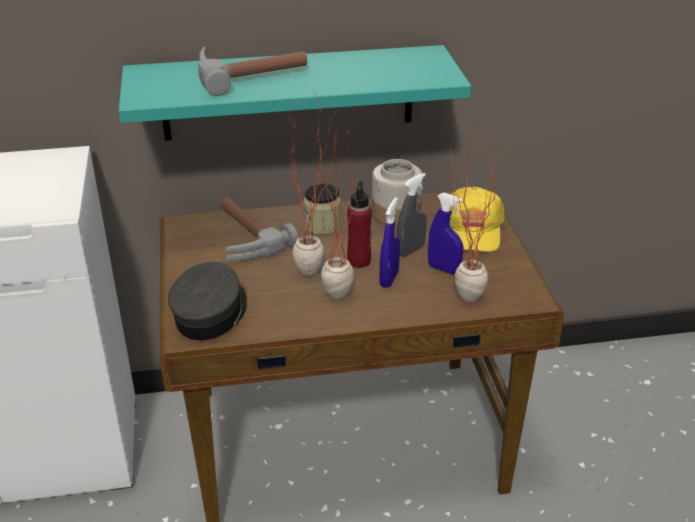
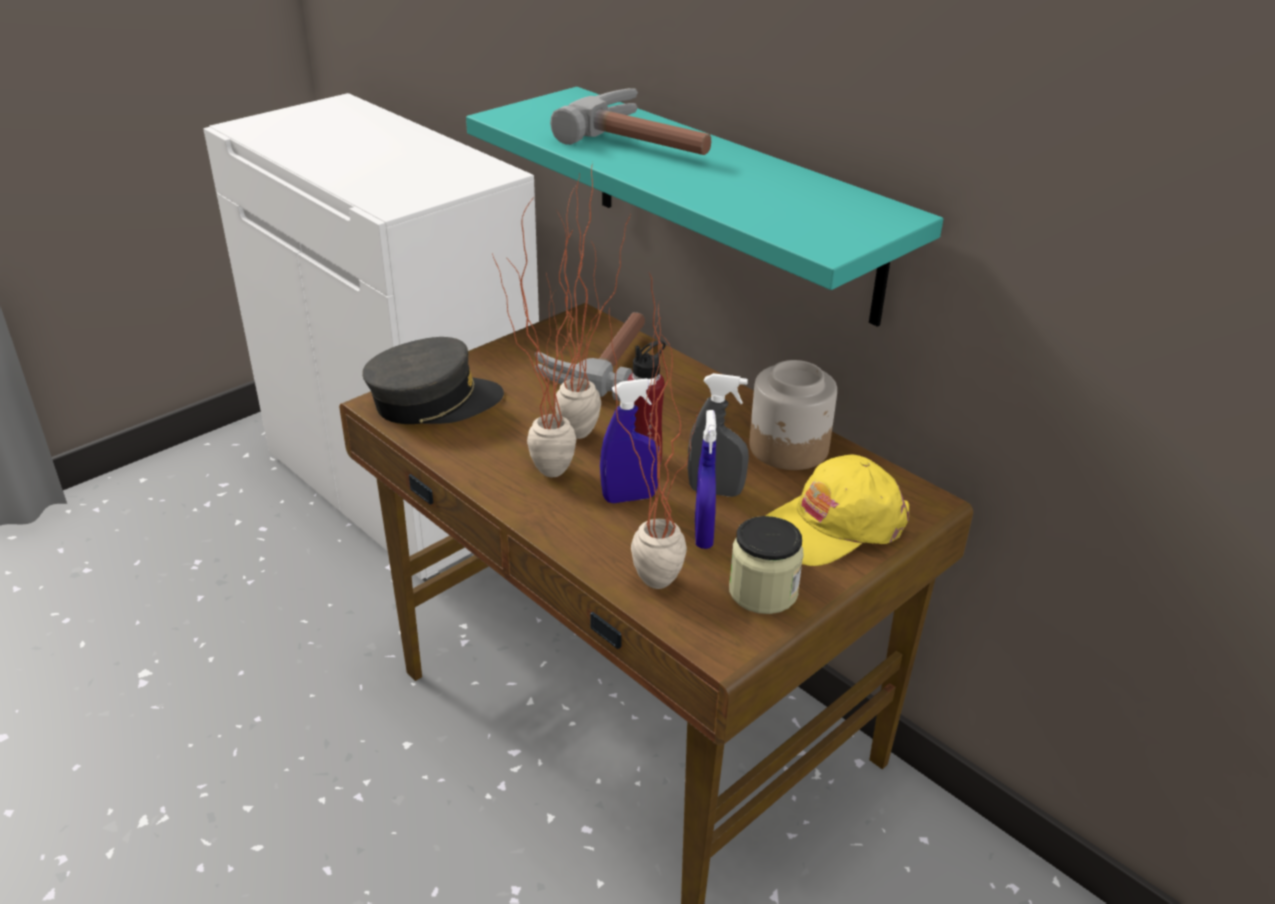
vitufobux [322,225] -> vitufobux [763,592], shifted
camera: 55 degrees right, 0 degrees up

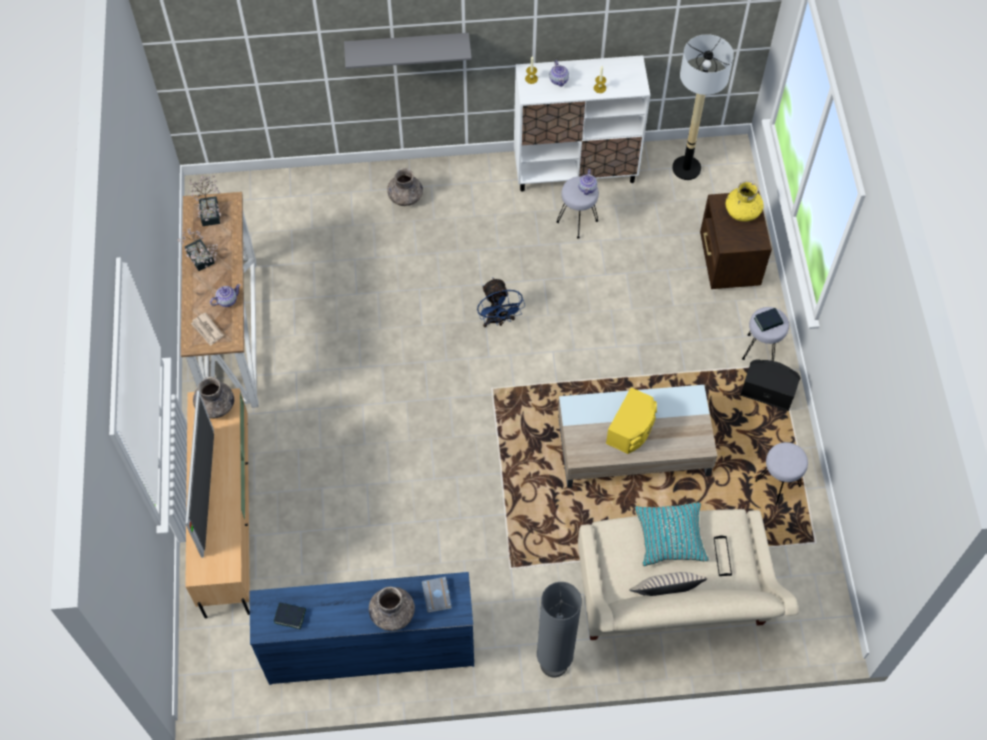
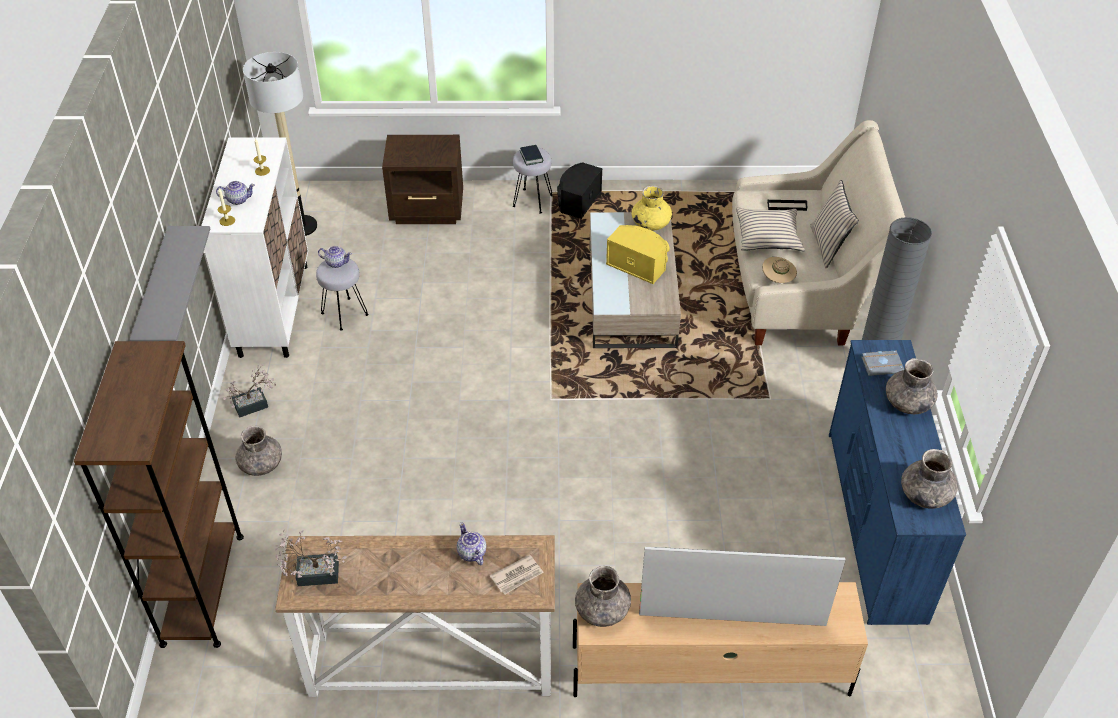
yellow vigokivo [742,211] -> yellow vigokivo [650,223], shifted
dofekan [201,260] -> dofekan [255,404], shifted
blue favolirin [498,320] -> none
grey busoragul [777,484] -> none
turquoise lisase [670,537] -> beige lisase [768,236]
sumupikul [290,616] -> grey vigokivo [925,494]
none -> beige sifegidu [777,280]
none -> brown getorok [203,589]
camera: 85 degrees left, 15 degrees down

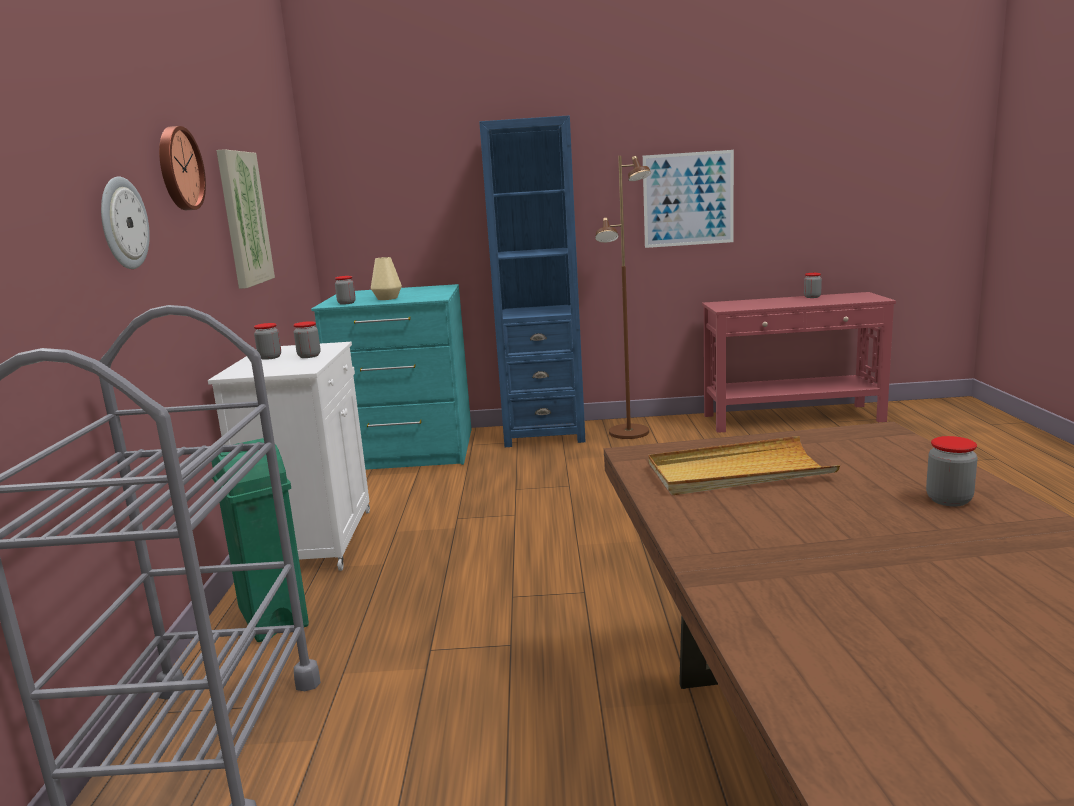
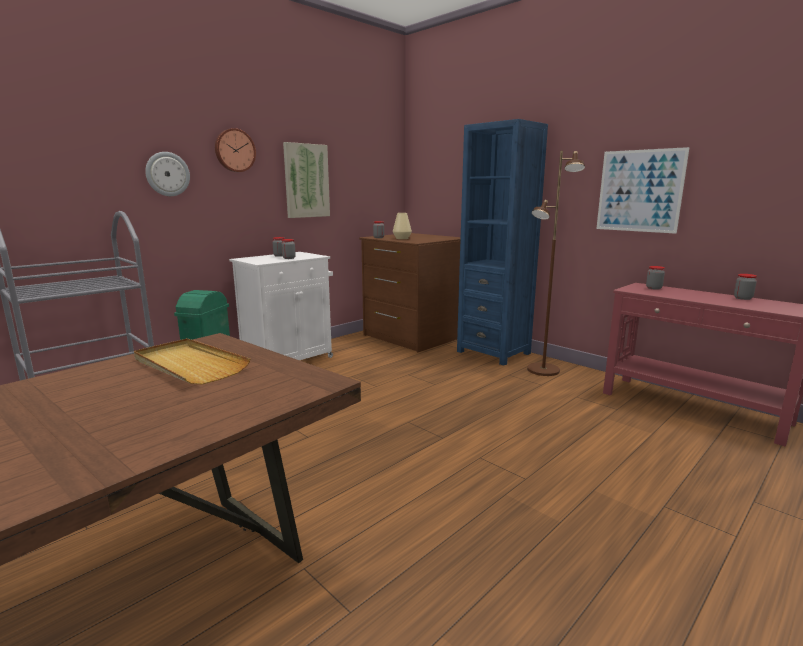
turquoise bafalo [407,450] -> brown bafalo [412,336]
vitufobux [949,500] -> vitufobux [653,288], shifted
camera: 45 degrees right, 0 degrees up

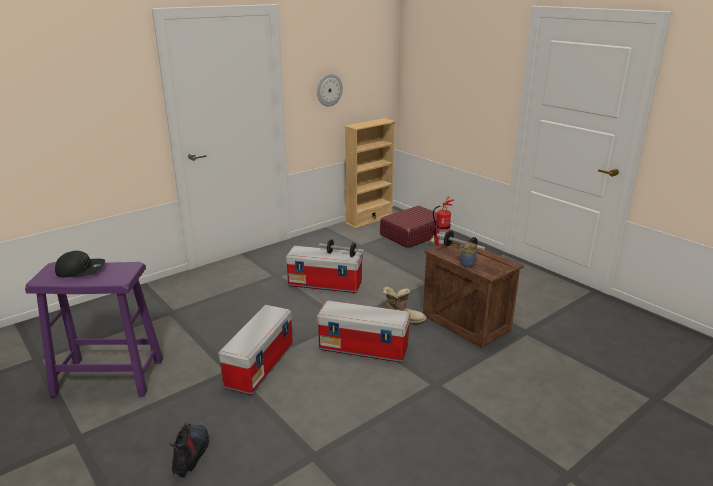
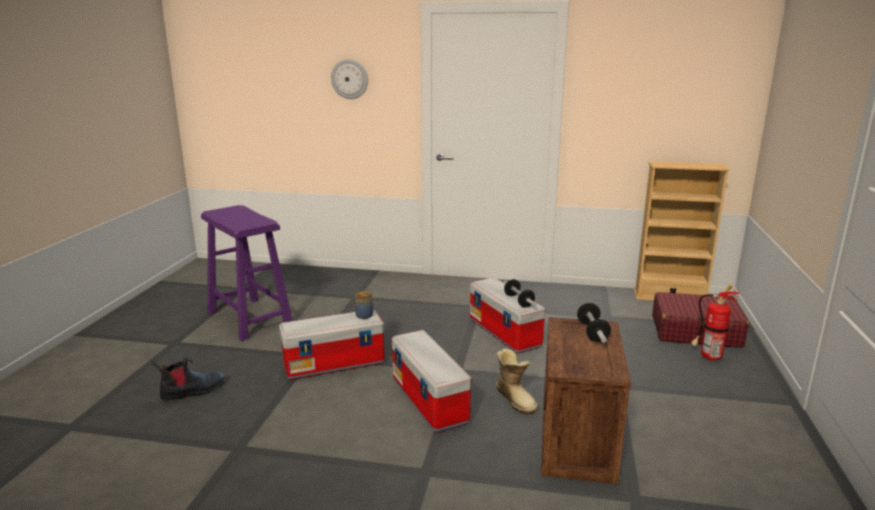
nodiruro [329,90] -> nodiruro [350,79], shifted
vitufobux [466,264] -> vitufobux [364,315], shifted
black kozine [81,270] -> none
camera: 50 degrees right, 5 degrees down

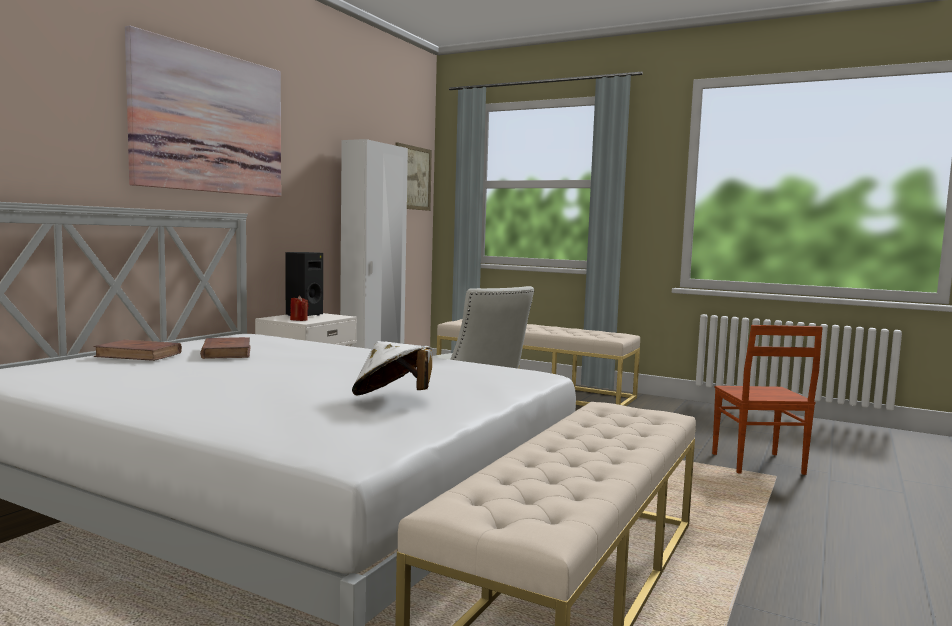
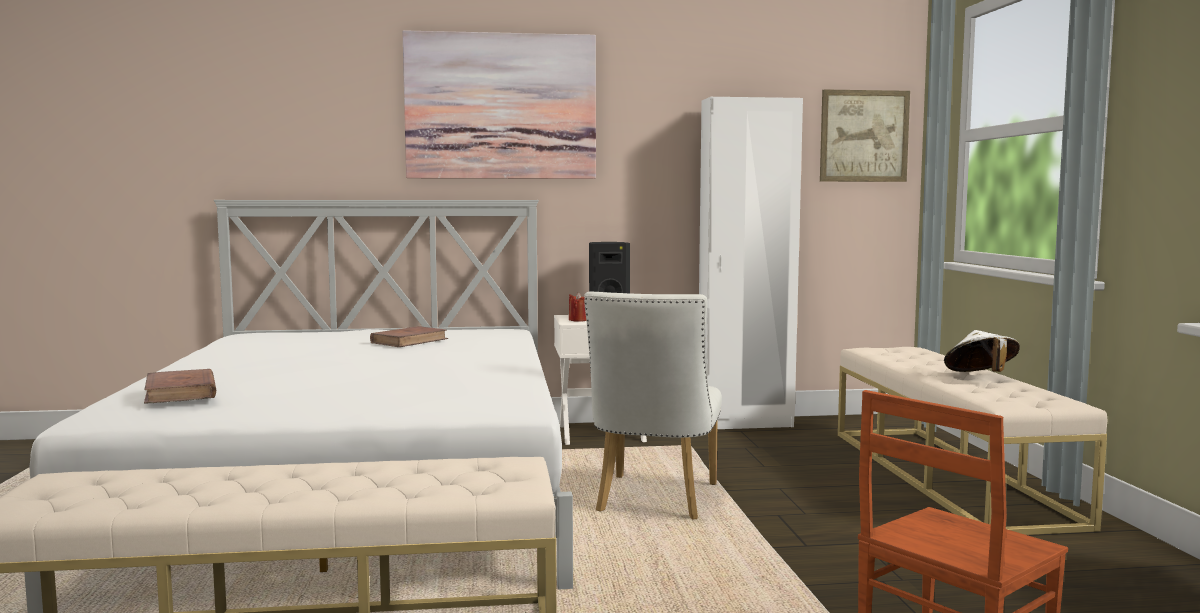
brown sumupikul [139,355] -> brown sumupikul [181,392], shifted
white sifegidu [392,398] -> white sifegidu [980,376], shifted
camera: 55 degrees right, 0 degrees up

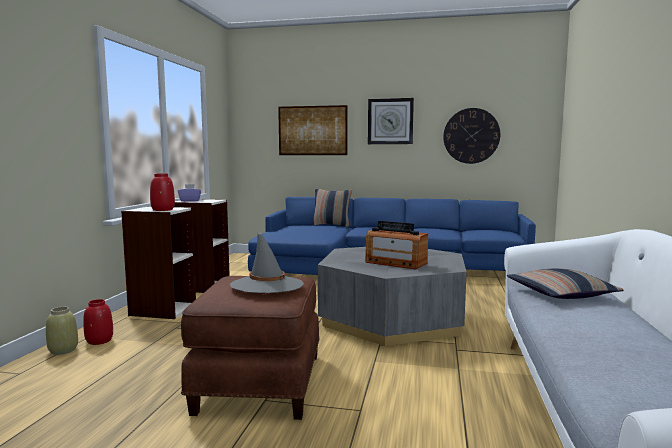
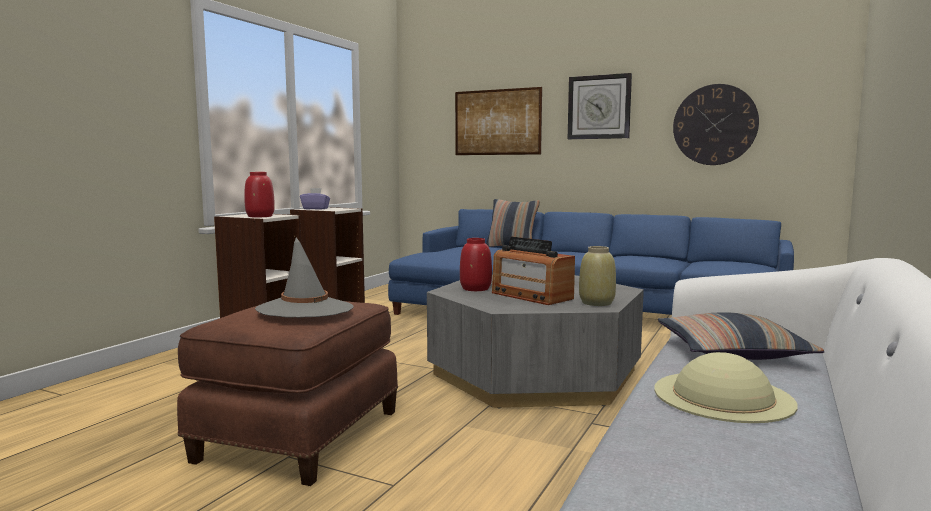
red vigokivo [99,341] -> red vigokivo [475,289], shifted
beige vigokivo [63,350] -> beige vigokivo [597,303], shifted
none -> beige sifegidu [722,396]
camera: 15 degrees right, 0 degrees up

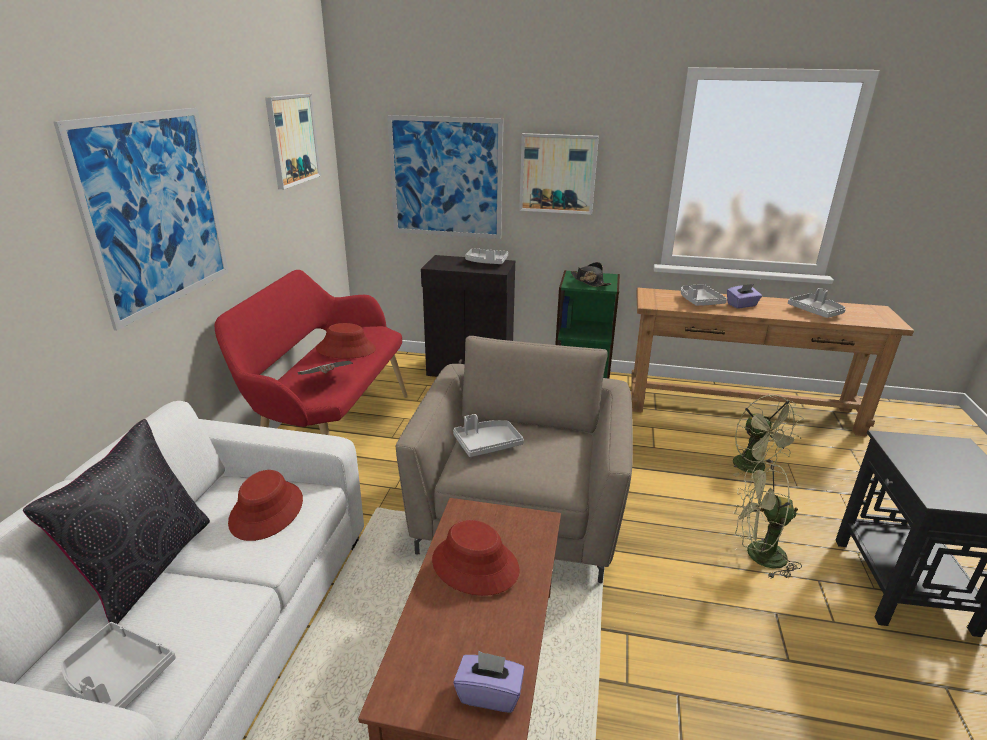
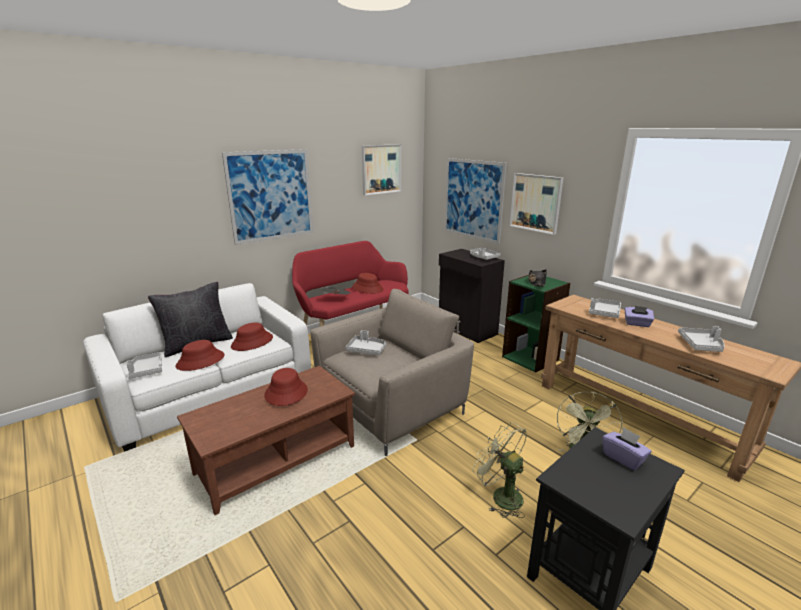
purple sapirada [489,693] -> purple sapirada [623,458], shifted
none -> red sifegidu [200,361]
camera: 40 degrees right, 5 degrees down

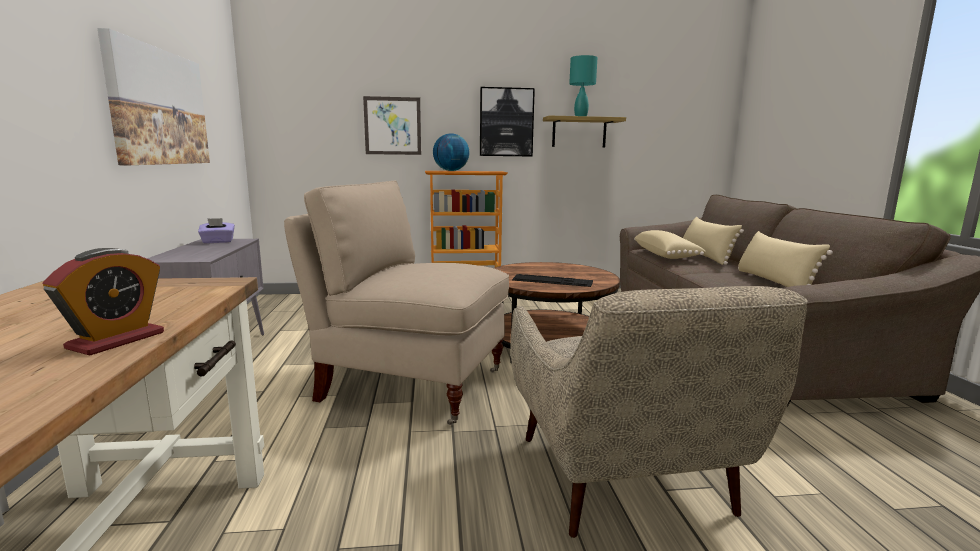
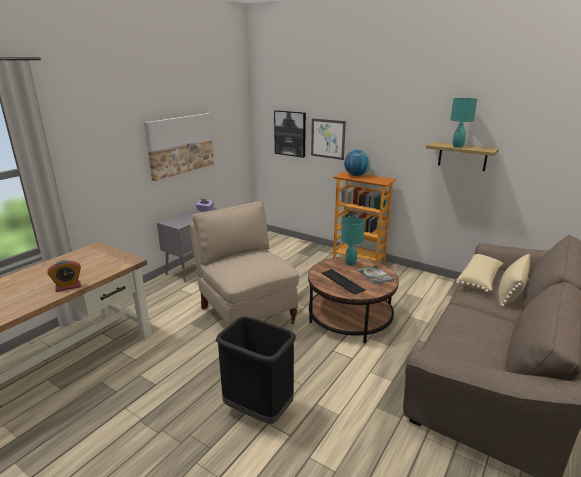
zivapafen [506,122] -> zivapafen [290,133], shifted
beige lisase [774,282] -> none
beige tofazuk [625,482] -> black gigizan [258,410]
none -> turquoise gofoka [350,263]
none -> sumupikul [375,275]
camera: 40 degrees right, 10 degrees up

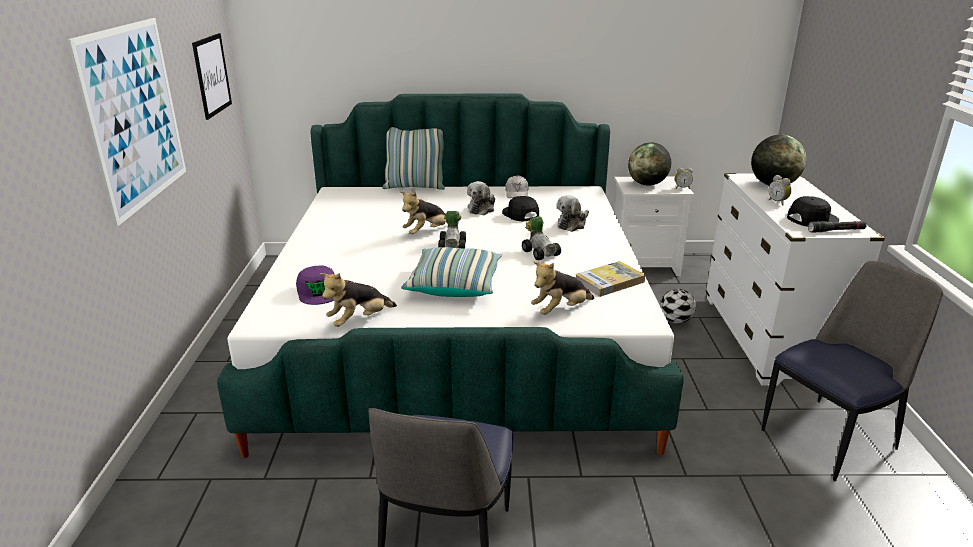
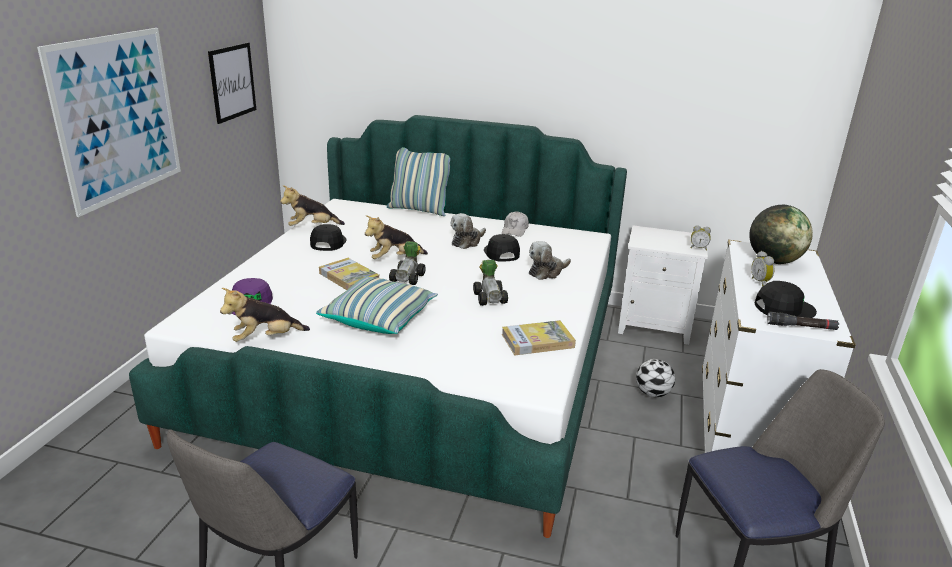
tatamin [647,184] -> none
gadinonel [561,310] -> gadinonel [312,227], shifted
none -> black kozine [328,243]
none -> sumupikul [349,277]
camera: 15 degrees right, 0 degrees up

